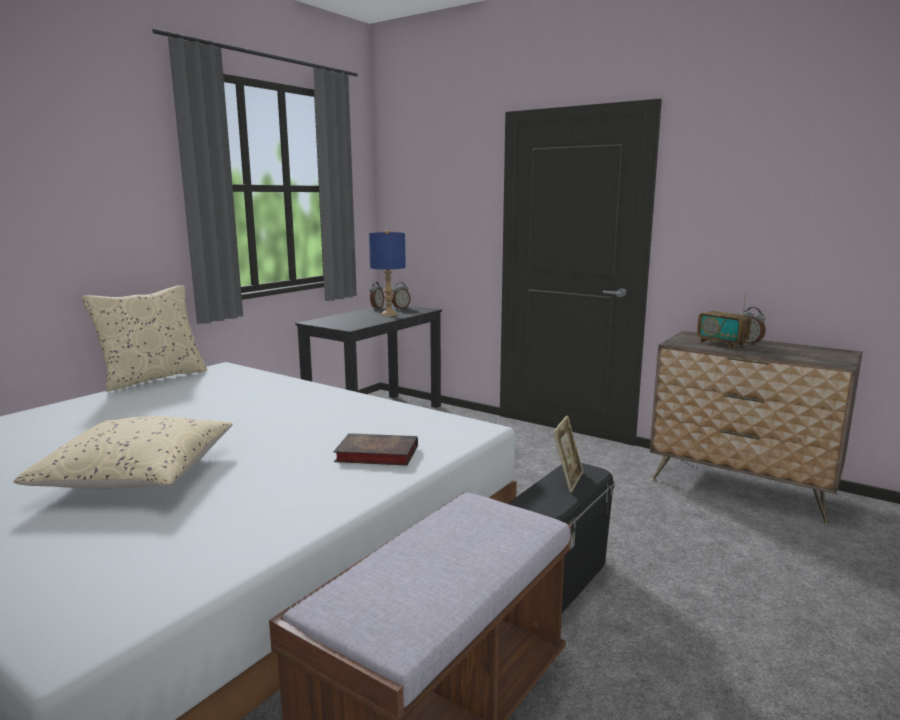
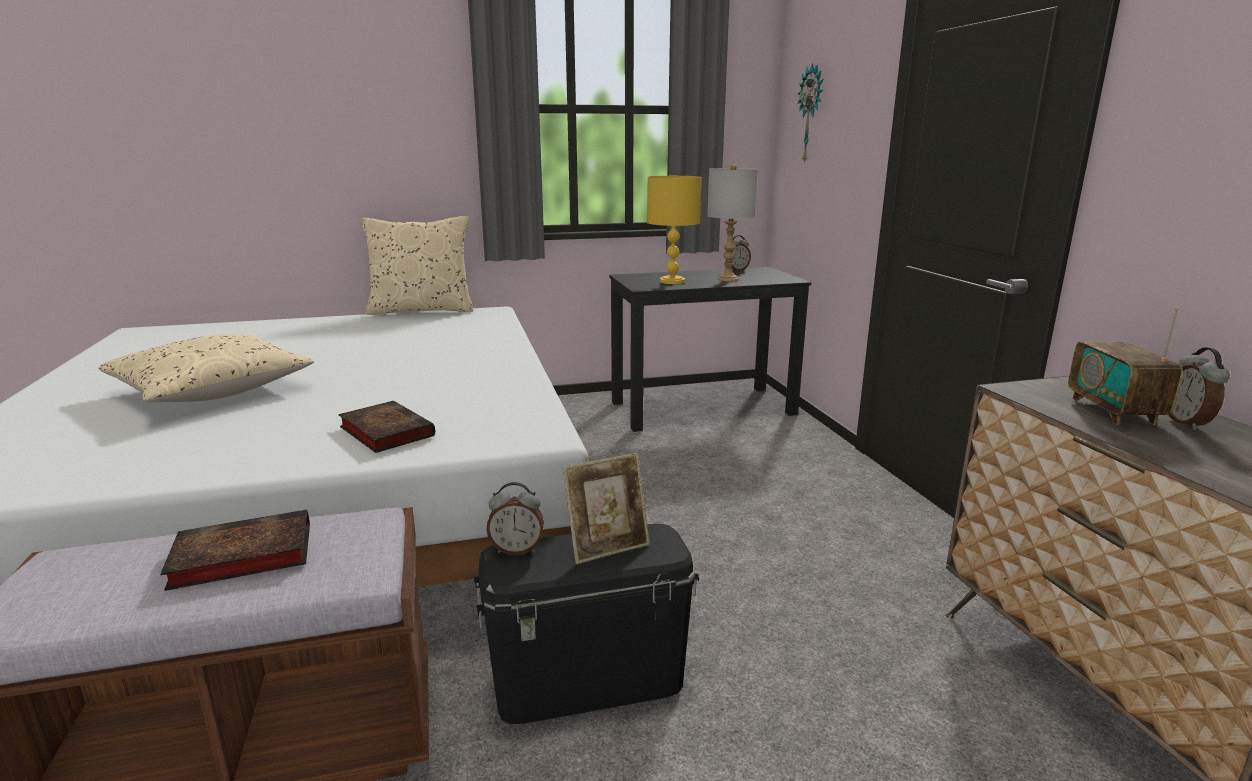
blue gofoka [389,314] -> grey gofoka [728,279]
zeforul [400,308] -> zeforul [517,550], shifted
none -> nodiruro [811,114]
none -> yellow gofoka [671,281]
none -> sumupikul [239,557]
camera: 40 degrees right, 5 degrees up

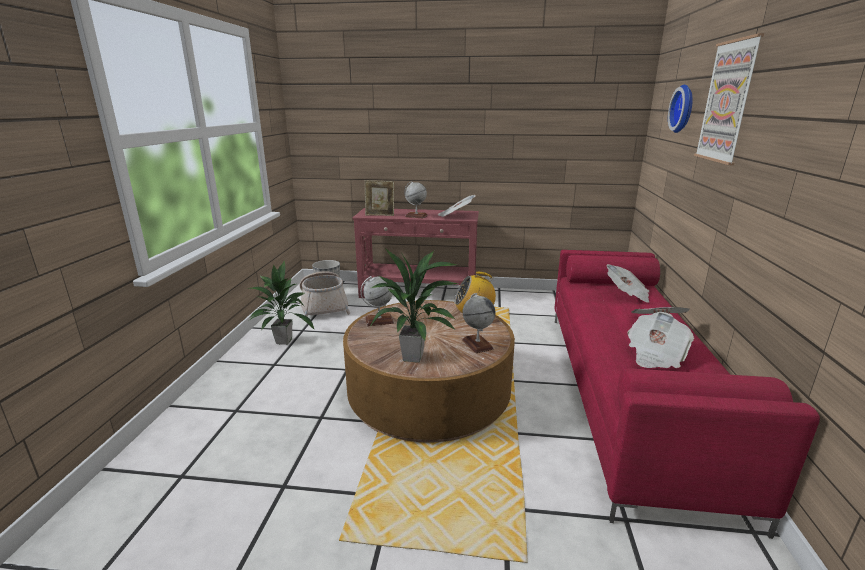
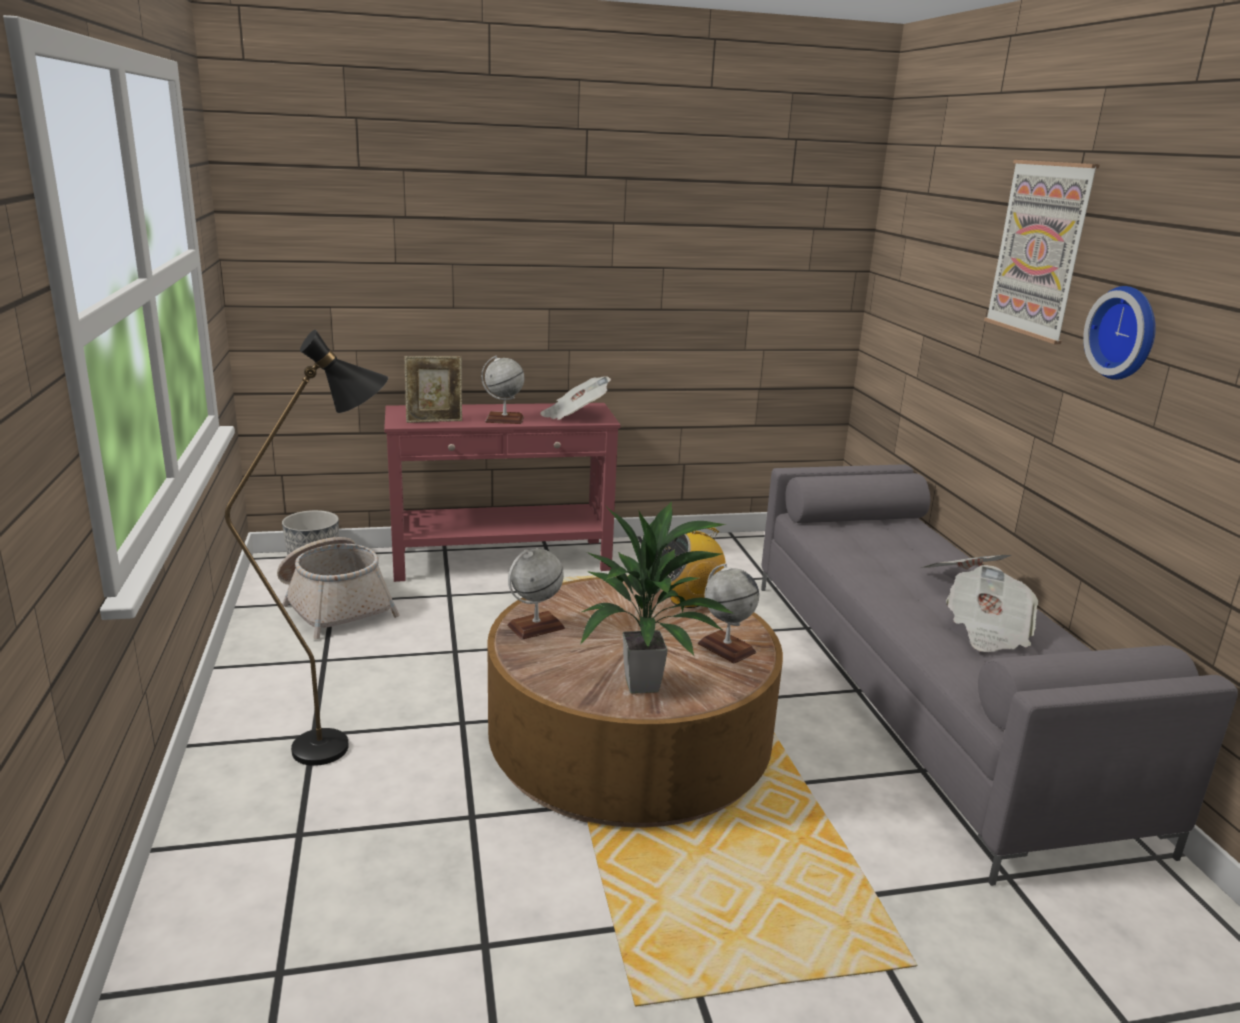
nodiruro [684,109] -> nodiruro [1126,333], shifted
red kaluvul [629,395] -> grey kaluvul [927,696]
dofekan [283,342] -> none
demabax [627,294] -> none
none -> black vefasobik [342,745]
camera: 20 degrees left, 0 degrees up

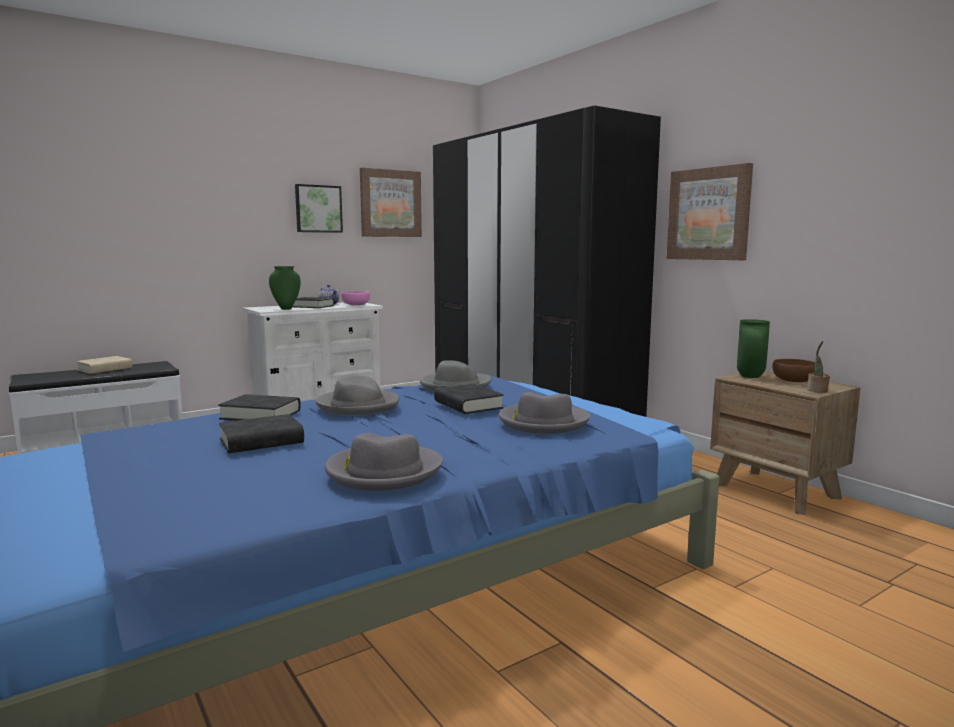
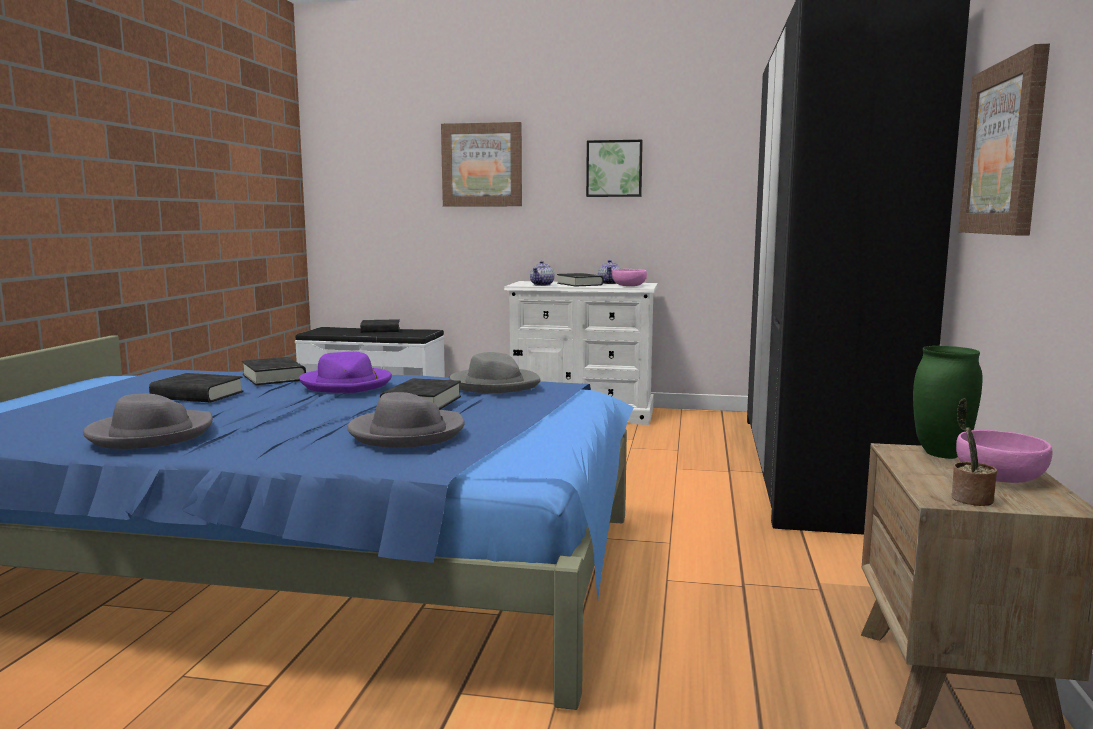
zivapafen [390,203] -> zivapafen [482,165], shifted
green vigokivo [286,309] -> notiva [542,285]
beige sumupikul [105,369] -> black sumupikul [380,330]
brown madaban [793,380] -> pink madaban [998,477]
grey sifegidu [358,405] -> purple sifegidu [347,384]
camera: 45 degrees right, 0 degrees up

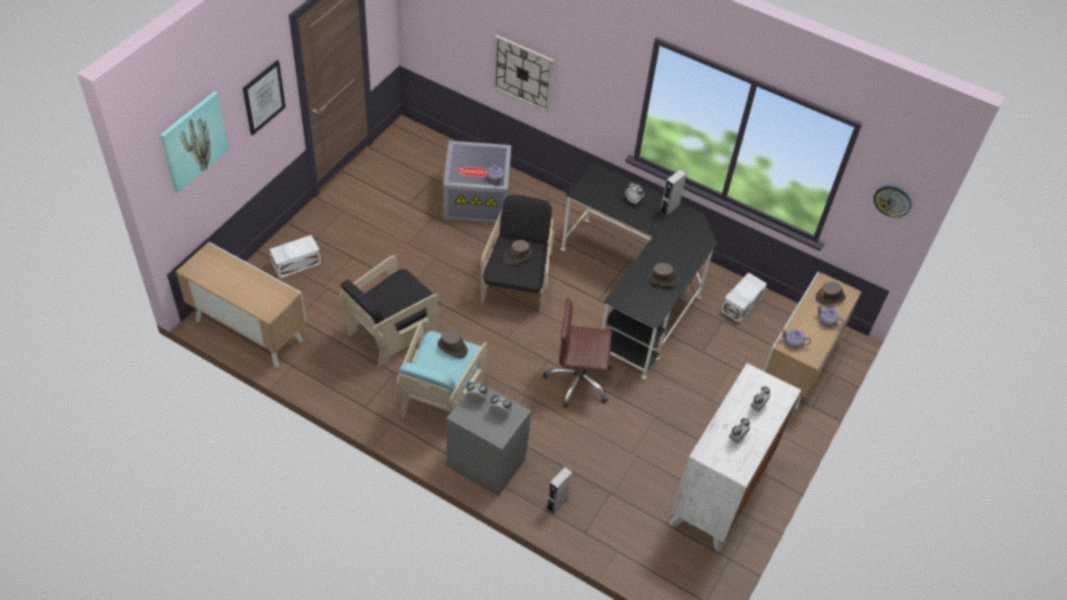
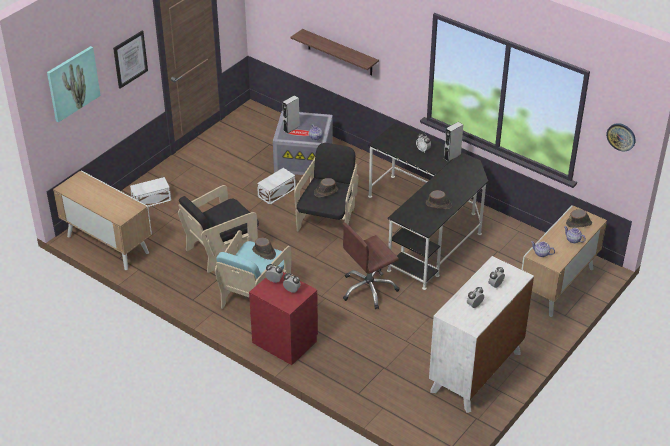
nodiruro [523,73] -> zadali [340,53]
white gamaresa [740,304] -> white gamaresa [276,193], shifted
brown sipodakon [578,381] -> brown sipodakon [369,289], 45 degrees counterclockwise
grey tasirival [486,461] -> red tasirival [285,341]
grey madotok [557,503] -> grey madotok [291,128], shifted
camera: 10 degrees right, 10 degrees down

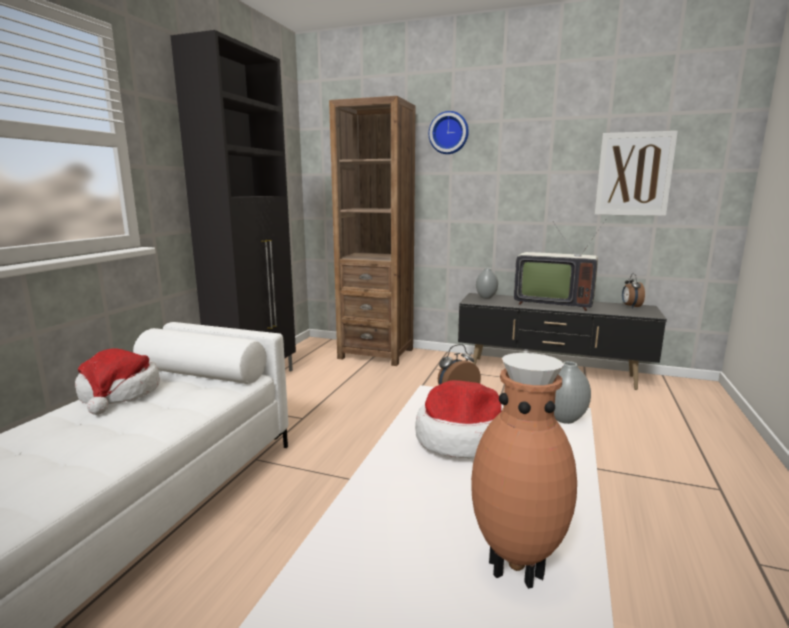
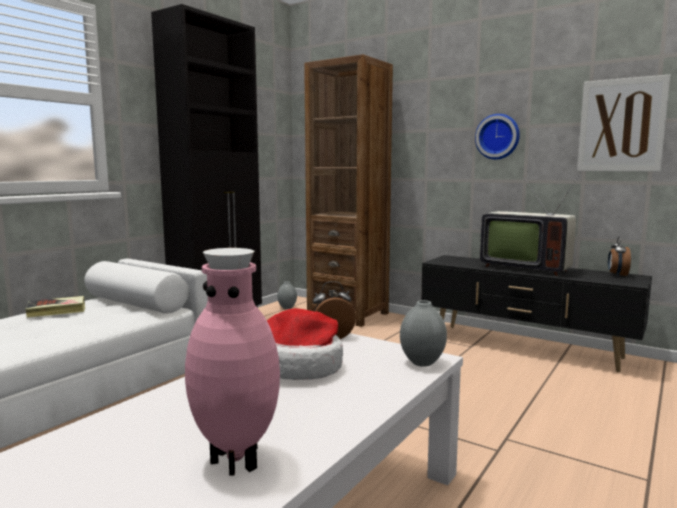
nodiruro [449,133] -> nodiruro [498,136], shifted
grey vigokivo [486,297] -> grey vigokivo [287,308], shifted
sifegidu [119,394] -> sumupikul [56,310]
brown vigokivo [517,567] -> pink vigokivo [238,460]
camera: 15 degrees right, 5 degrees down

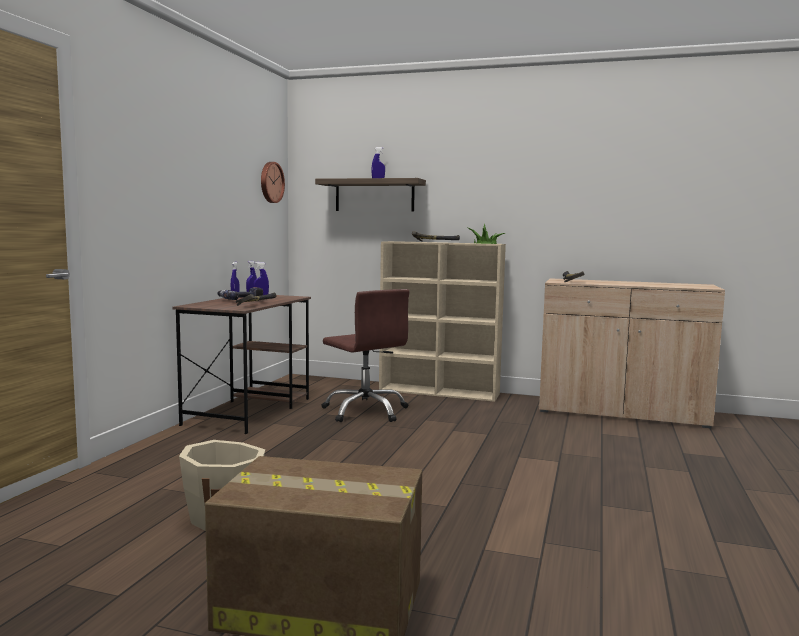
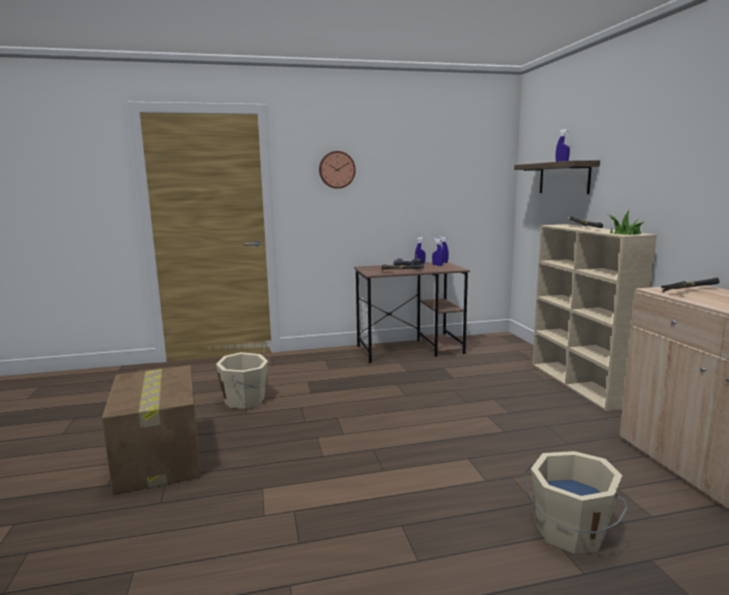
nodiruro [270,182] -> nodiruro [336,170], shifted
brown sipodakon [365,411] -> none
none -> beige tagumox [570,532]
camera: 60 degrees right, 5 degrees up

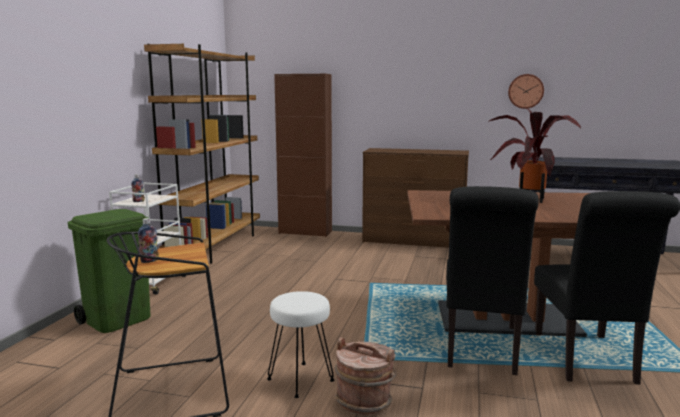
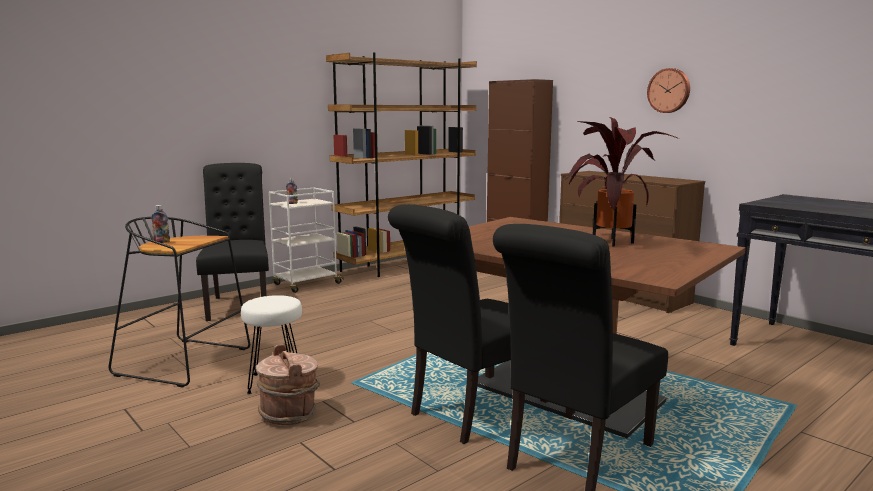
nodiruro [525,91] -> nodiruro [669,90], shifted
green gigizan [118,319] -> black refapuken [239,305]
camera: 35 degrees right, 0 degrees up

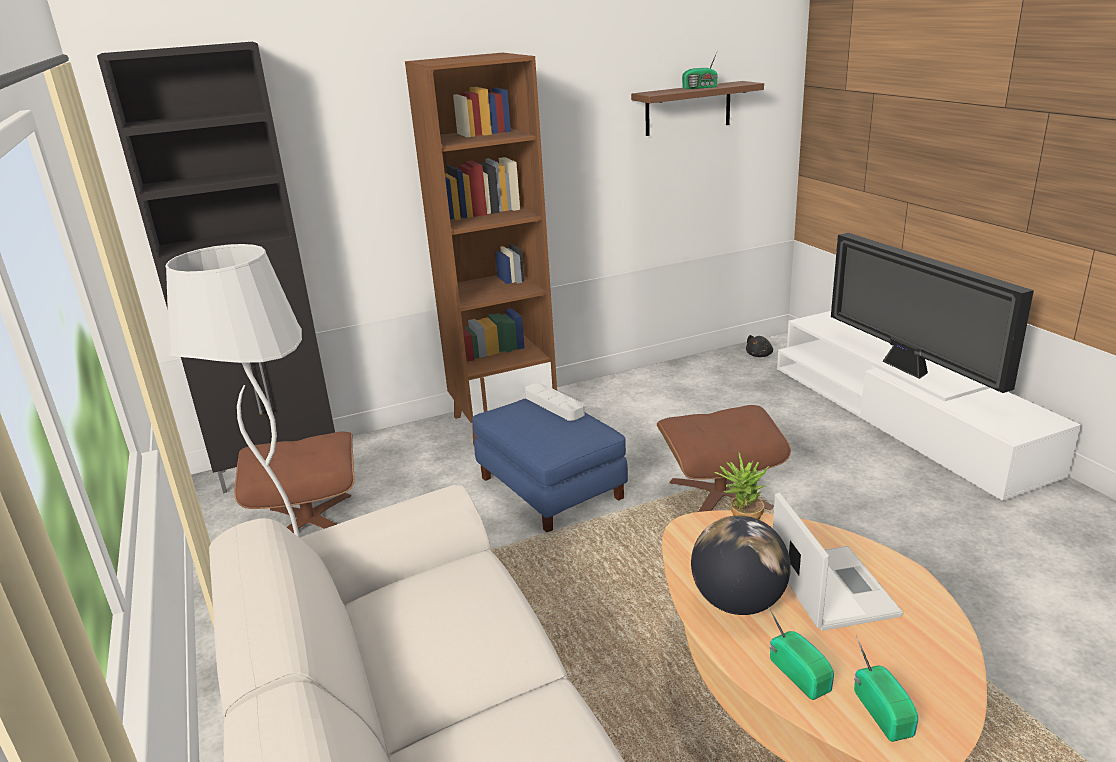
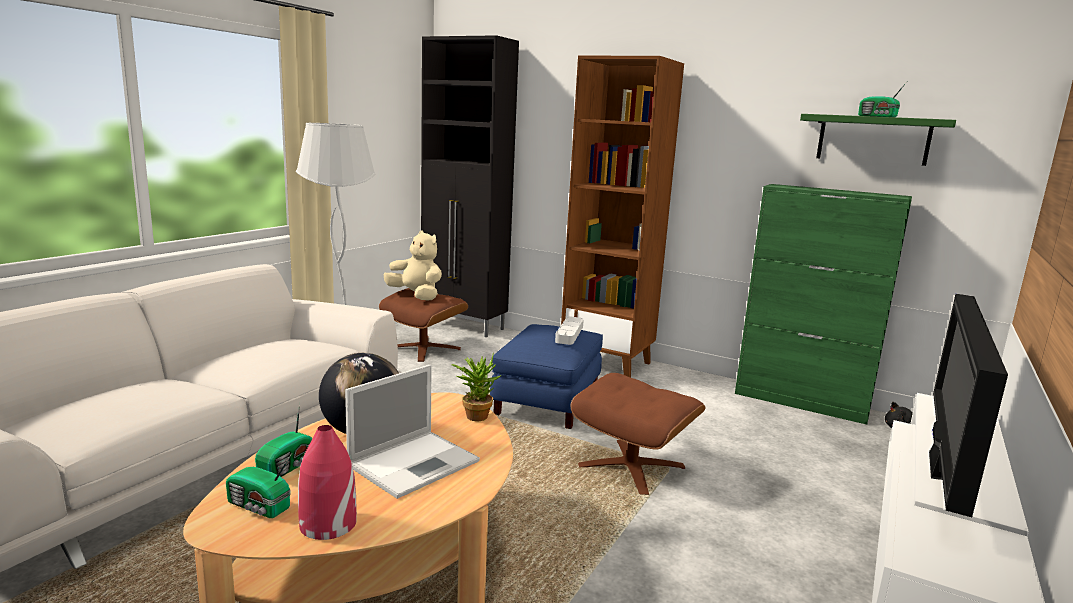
brown zadali [688,108] -> green zadali [873,139]
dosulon [883,711] -> dosulon [259,507], 75 degrees clockwise
none -> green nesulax [801,402]
none -> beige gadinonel [416,296]
none -> red vigokivo [327,524]
camera: 50 degrees right, 10 degrees down

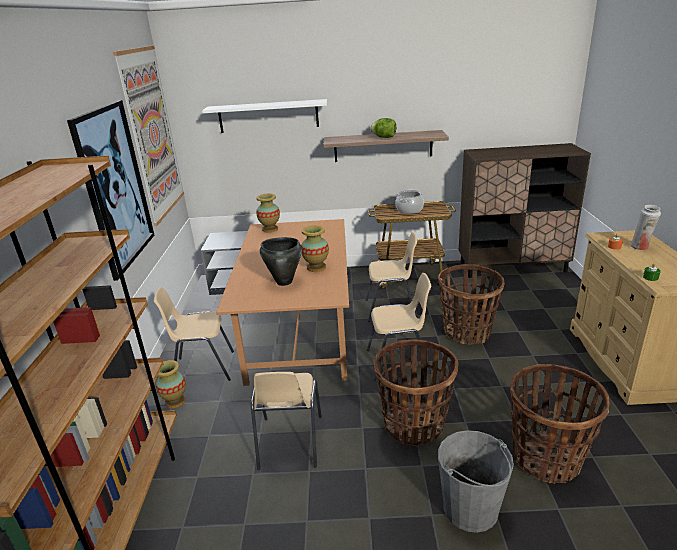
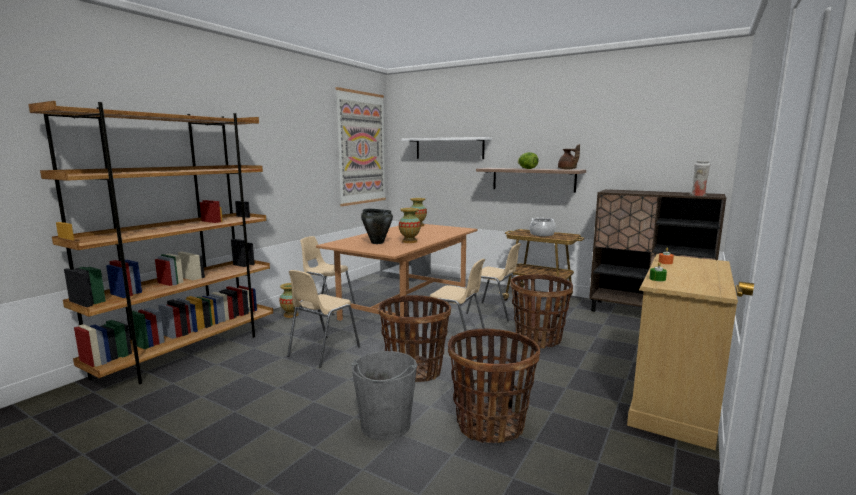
zivapafen [115,187] -> none
white vigokivo [640,247] -> white vigokivo [698,195], shifted
none -> brown notiva [567,169]
camera: 30 degrees right, 15 degrees down

